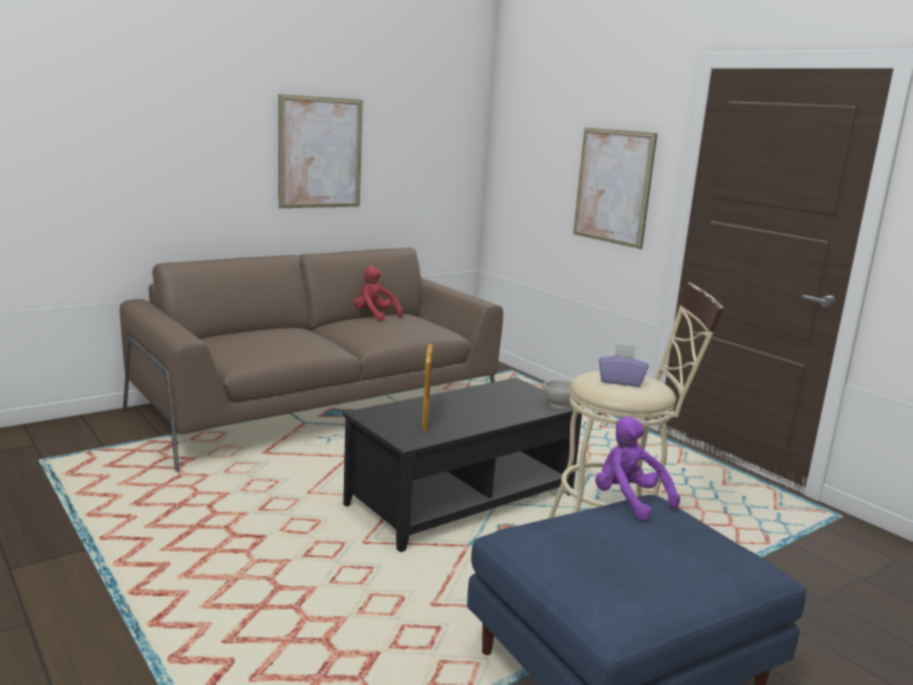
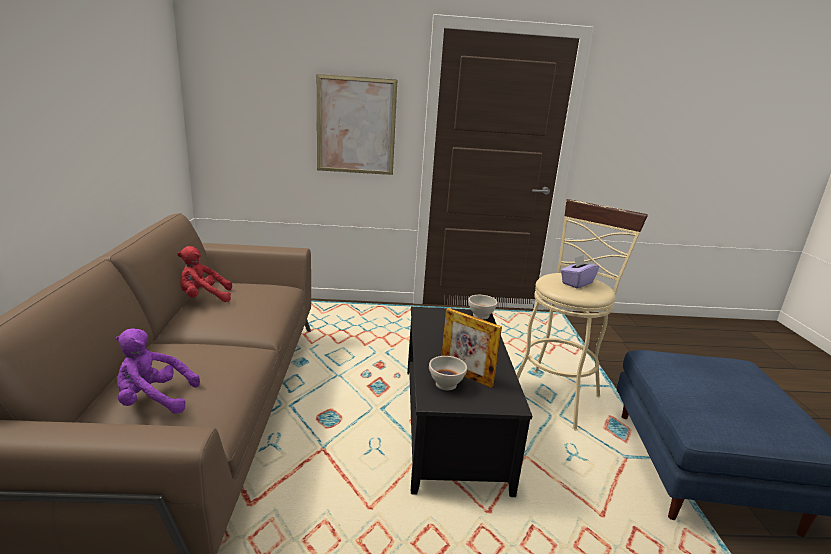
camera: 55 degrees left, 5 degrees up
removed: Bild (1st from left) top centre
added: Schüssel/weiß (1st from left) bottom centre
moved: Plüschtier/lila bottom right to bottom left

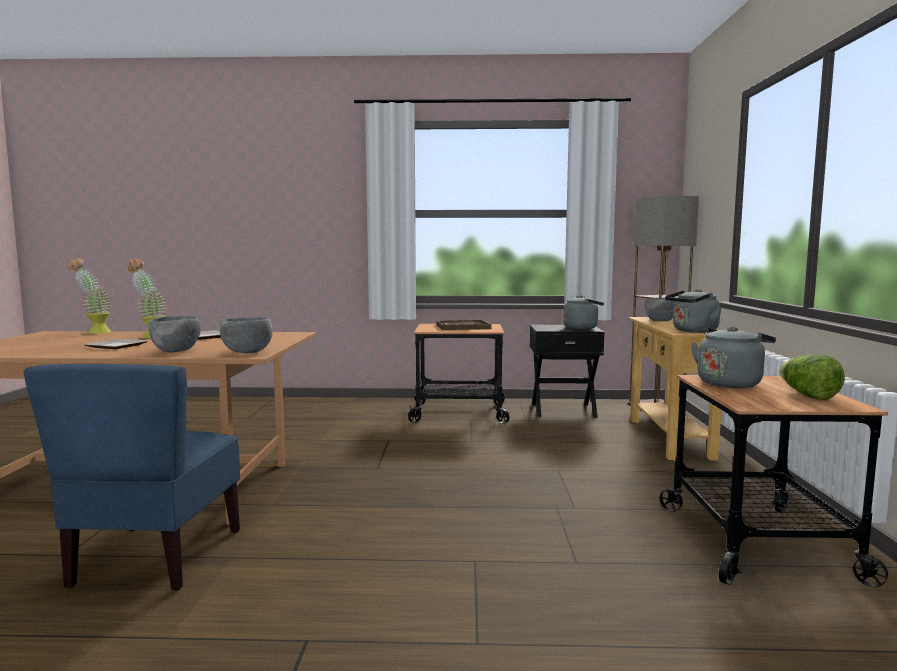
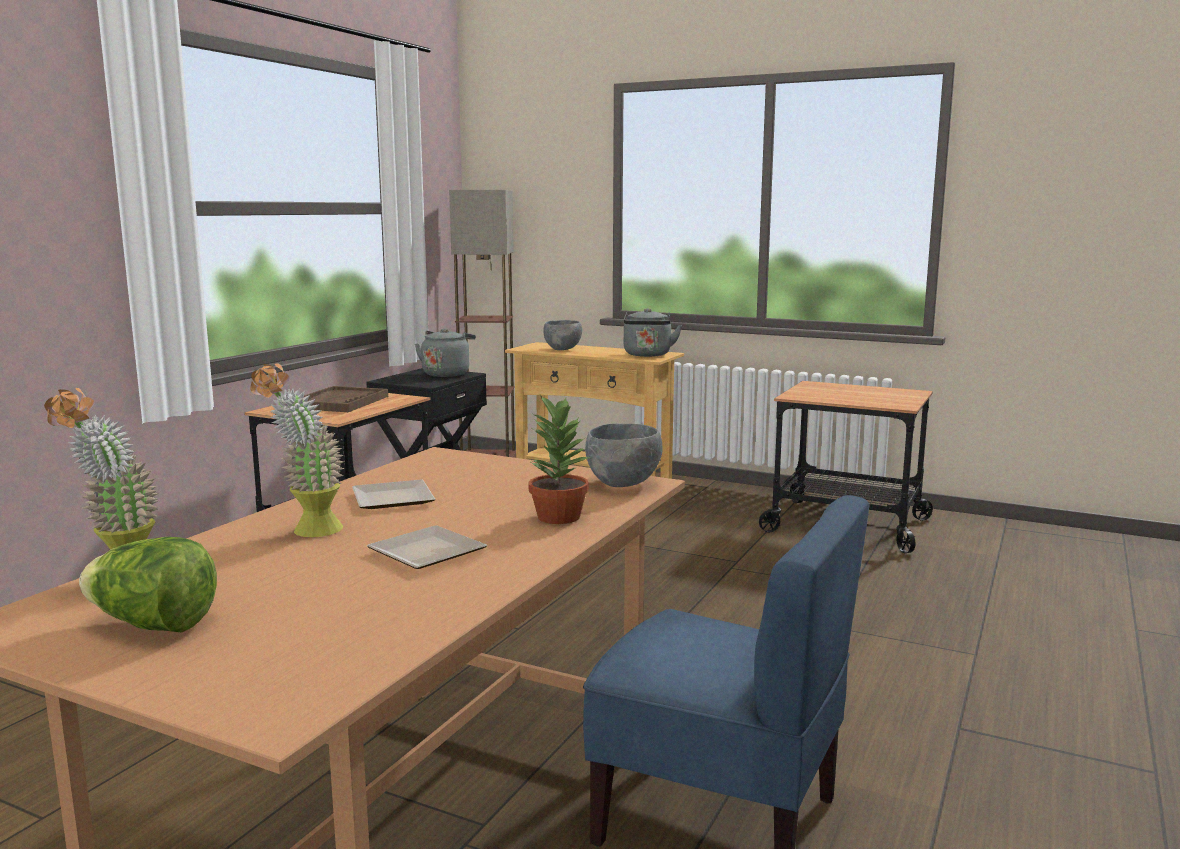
camera: 65 degrees left, 5 degrees up
removed: Wasserkessel/grau (3rd from left) middle right
moved: Salatkopf middle right to bottom left
replaced: Schüssel/grau (1st from left) middle left to Topfpflanze (3rd from left) centre

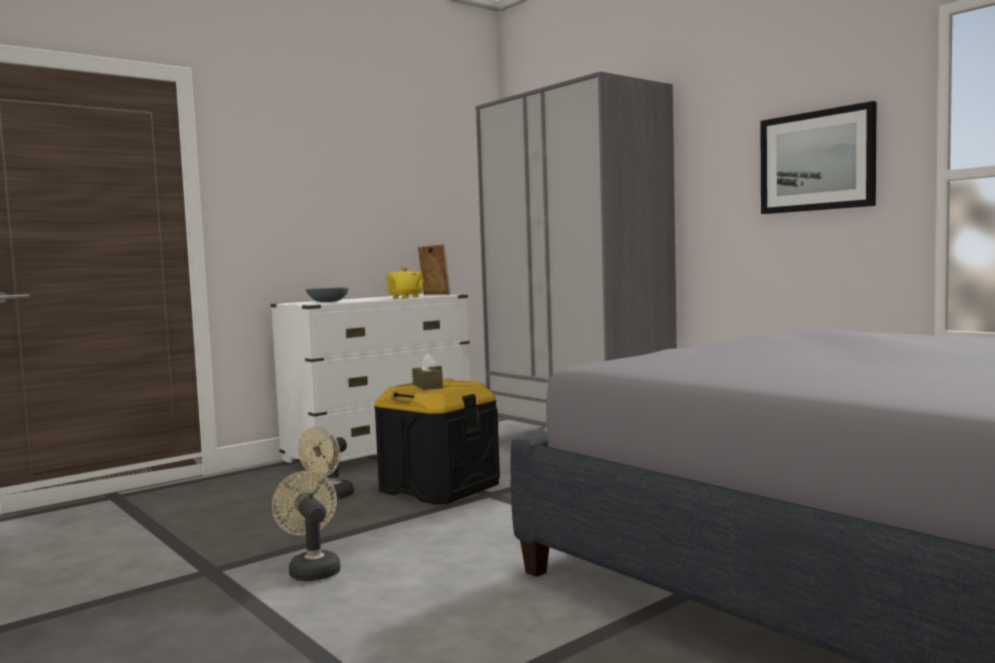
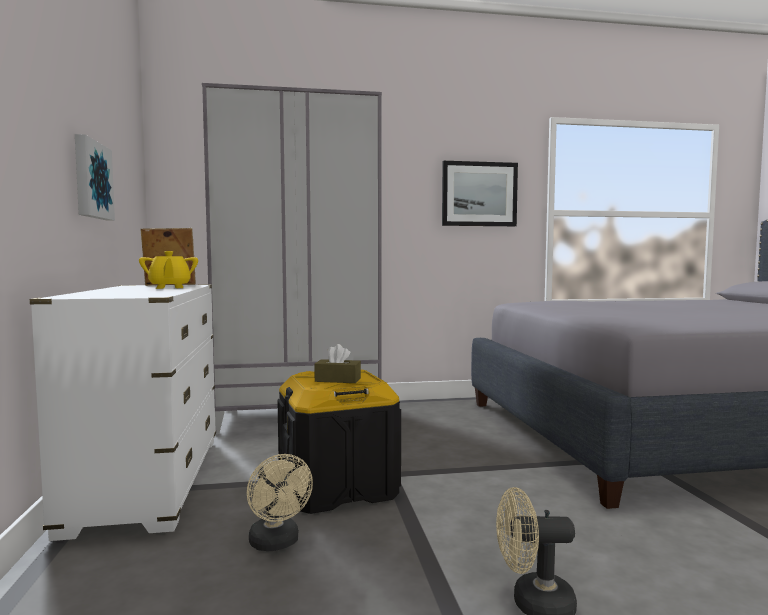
camera: 60 degrees left, 0 degrees up
removed: Schüssel/grau middle left
added: Bild (1st from left) top left

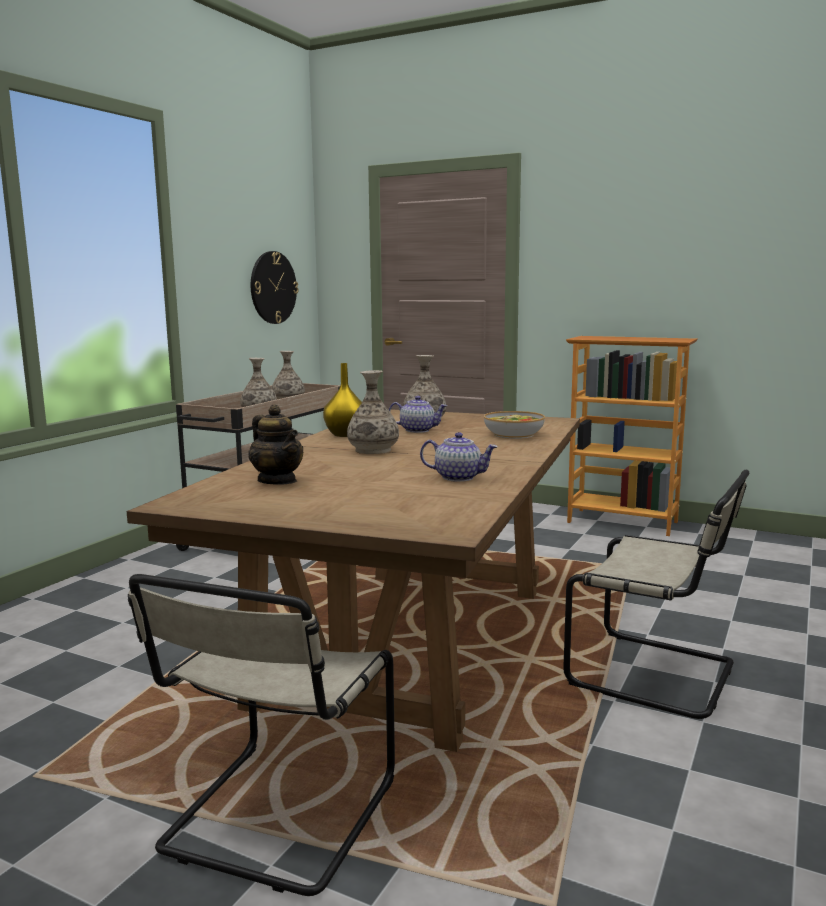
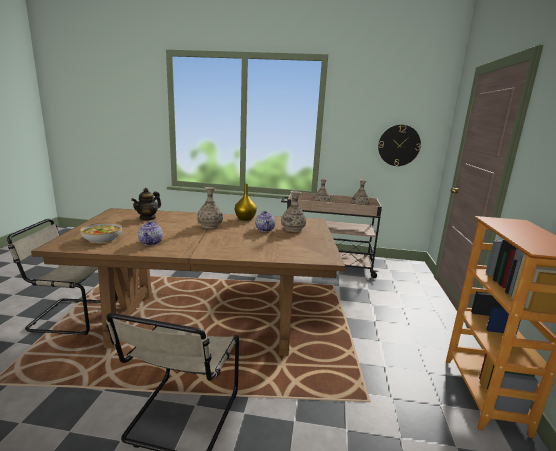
camera: 70 degrees right, 5 degrees up
moved: Schüssel centre to middle left

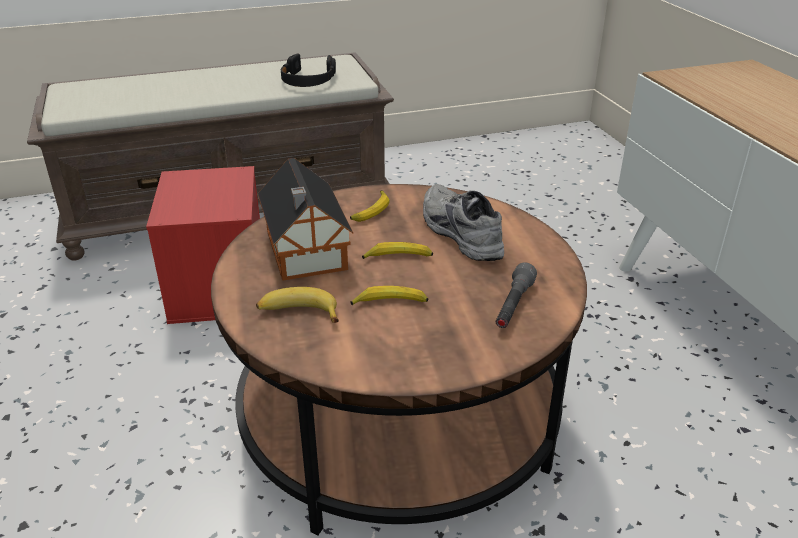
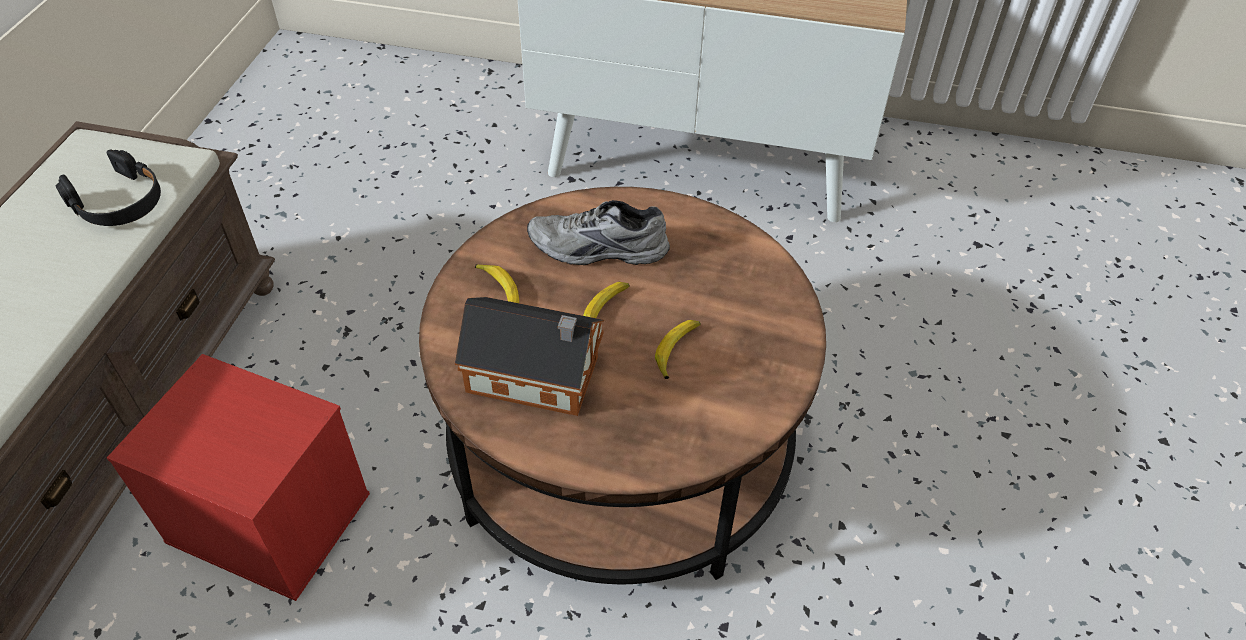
camera: 60 degrees left, 15 degrees up
removed: Banane (1st from left) centre; Taschenlampe/grau centre

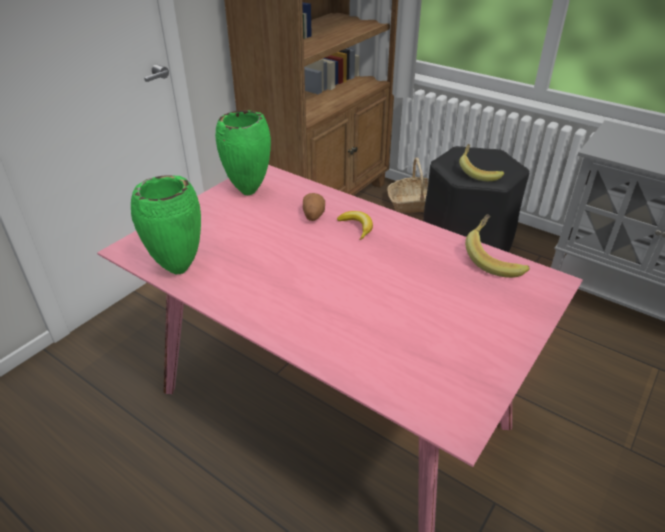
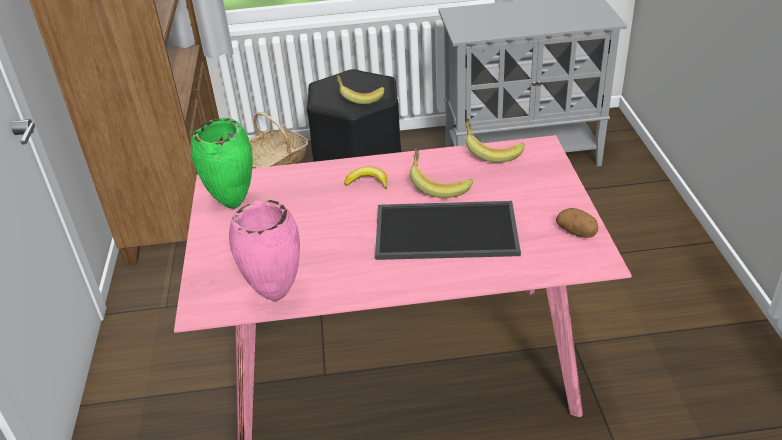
camera: 40 degrees left, 0 degrees up
added: Tablett centre; Banane (3rd from left) centre
moved: Kartoffel centre to middle right
recoloured: Vase/grün (1st from left) middle left to Vase/rosa centre

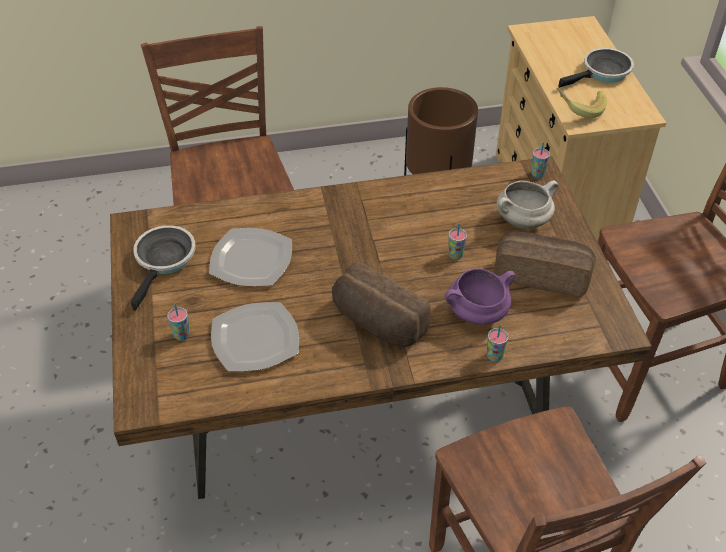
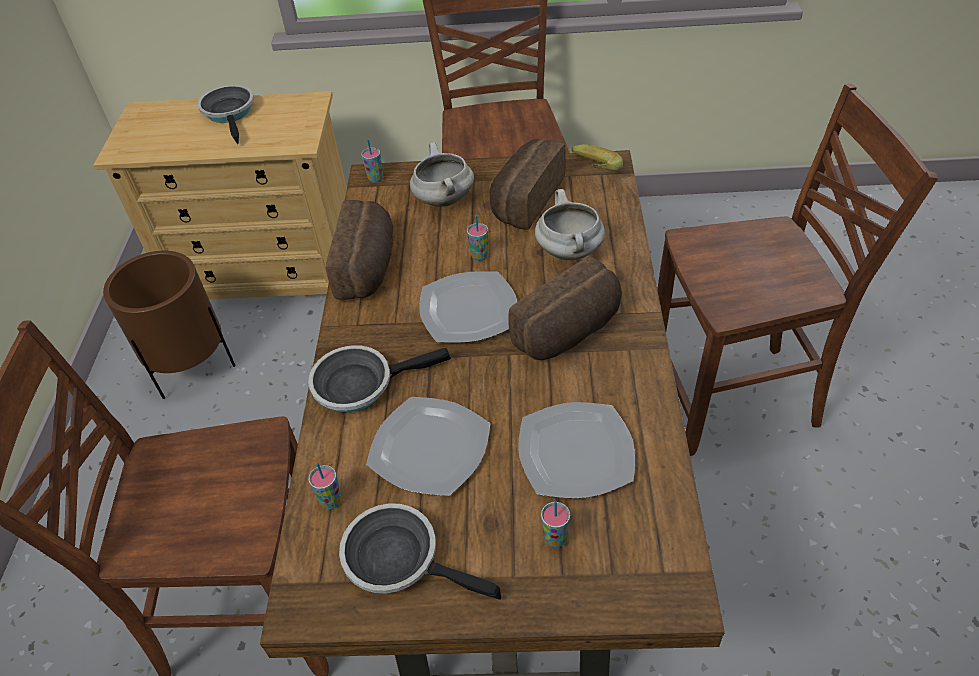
camera: 75 degrees left, 0 degrees up
added: Pfanne (2nd from left) centre; Brot (1st from left) centre; Teller (2nd from left) centre
moved: Tasse (3rd from left in the first image) middle right to Tasse (1st from left) bottom left; Banane top right to top centre
recoloured: Kochtopf/lila centre to Kochtopf/weiß (2nd from left) top centre

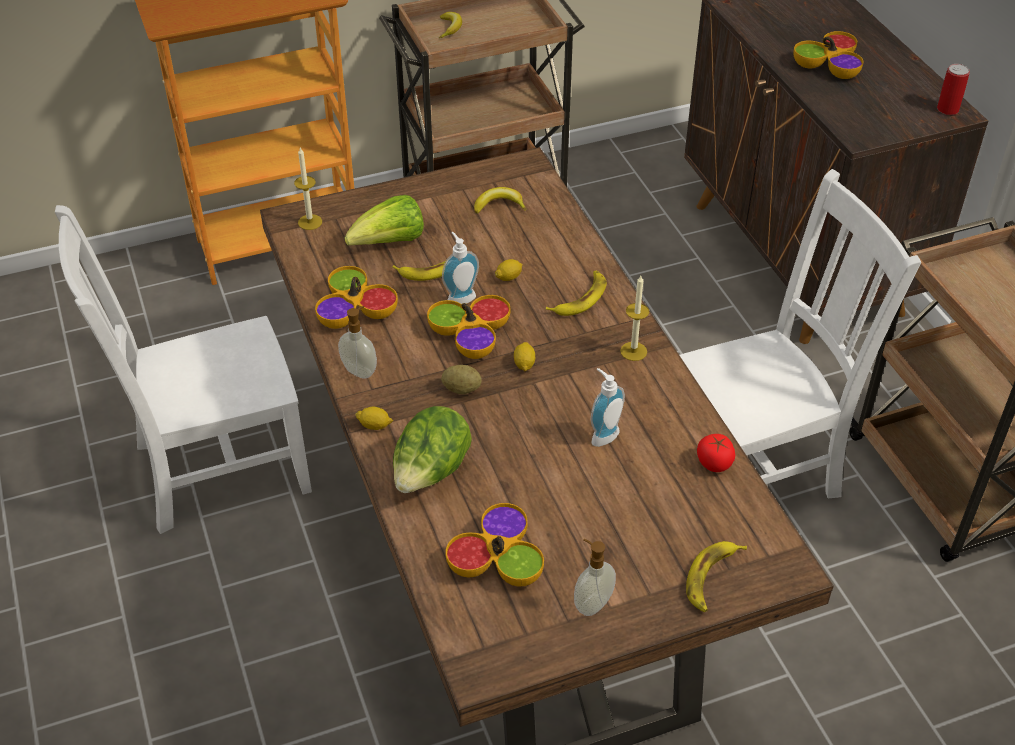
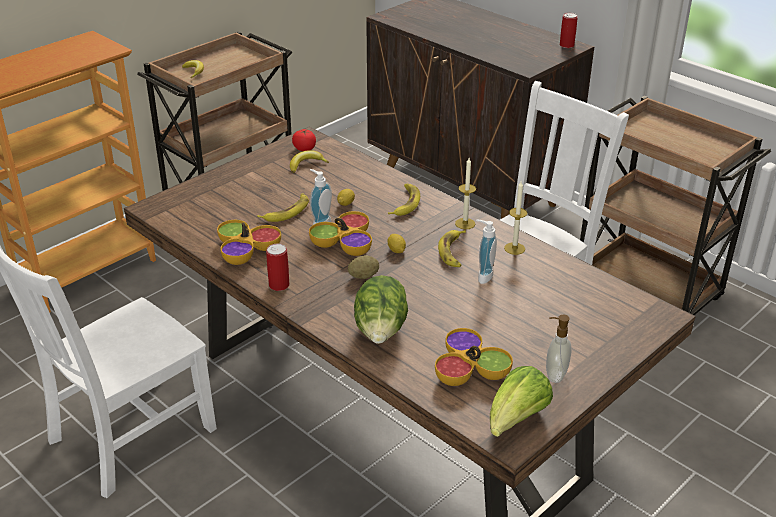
camera: 25 degrees left, 10 degrees down
removed: Zitrone (1st from left) centre; Schüssel (4th from left) top right
moved: Tomate middle right to top centre; Banane (5th from left) bottom right to centre; Salatkopf (1st from left in the first image) top centre to Salatkopf (2nd from left) bottom right; Kerze (1st from left in the first image) top left to Kerze (2nd from left) centre
replaced: Seifenspender (1st from left) centre to Dose (1st from left) centre

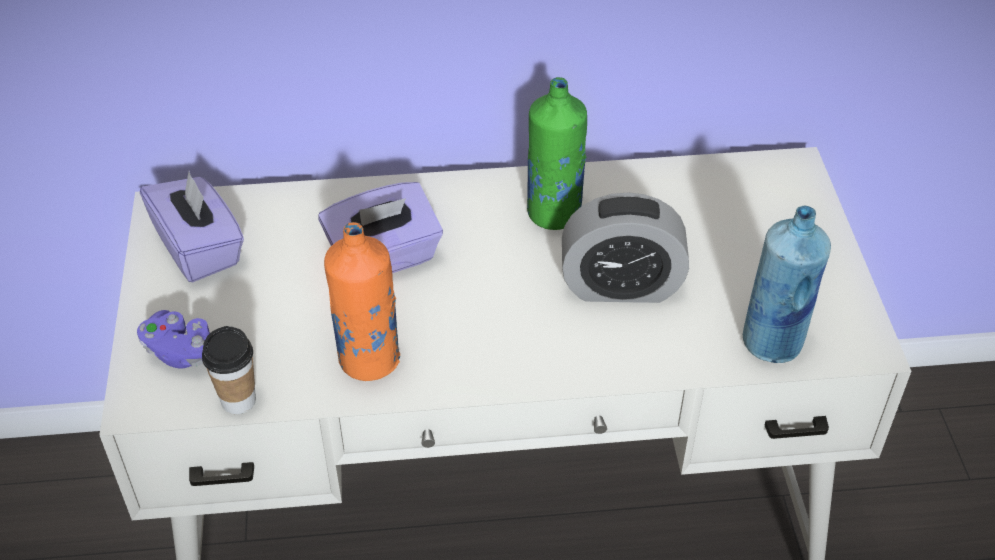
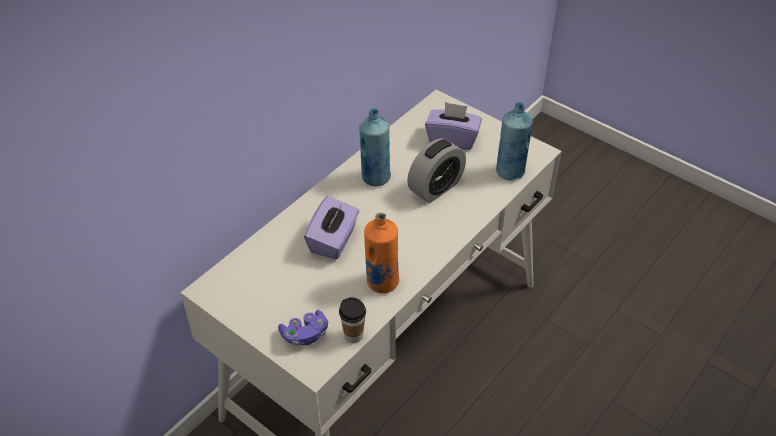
camera: 45 degrees left, 0 degrees up
moved: Taschentuchbox/lila (1st from left in the first image) middle left to Taschentuchbox/lila (2nd from left) top centre
recoloured: Flasche/grün top centre to Flasche/blau (1st from left) centre

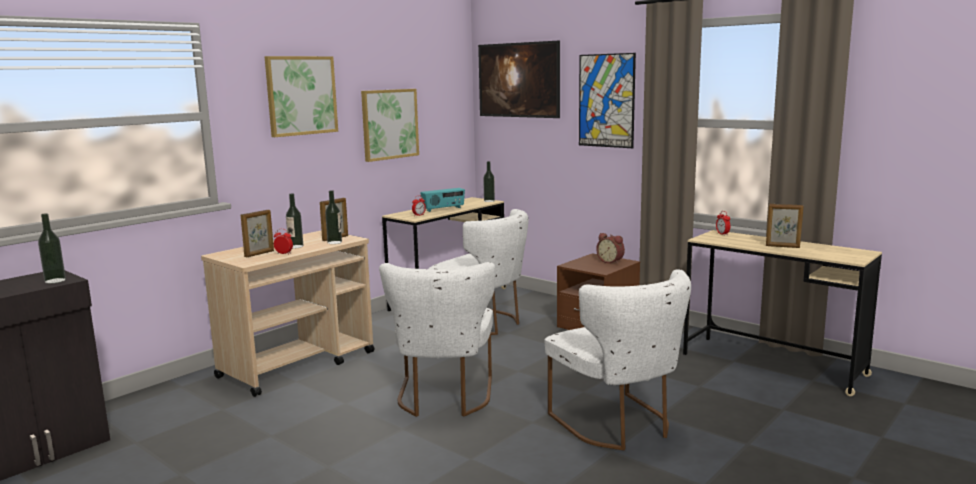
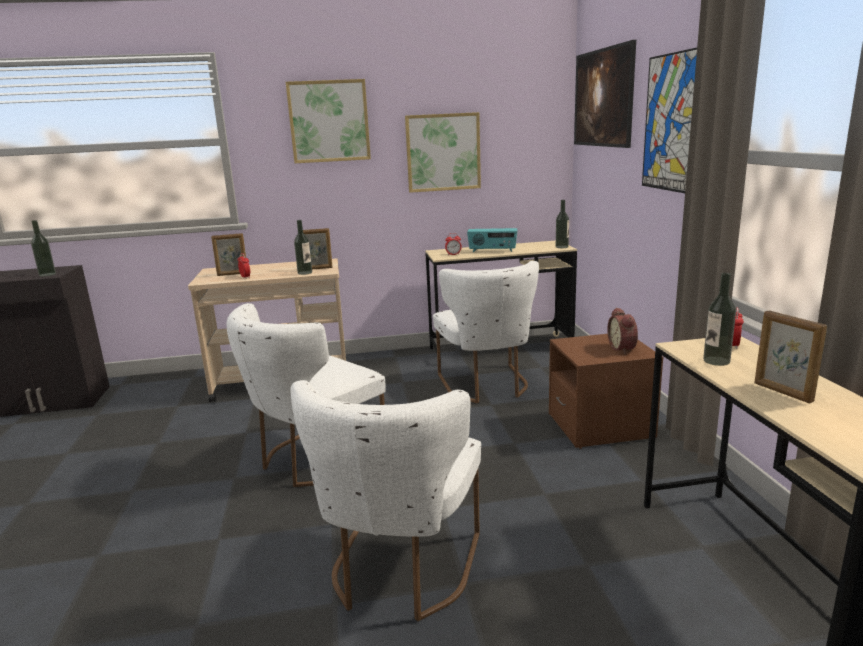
camera: 40 degrees right, 5 degrees up
moved: Flasche (2nd from left in the first image) middle left to Flasche (4th from left) middle right

